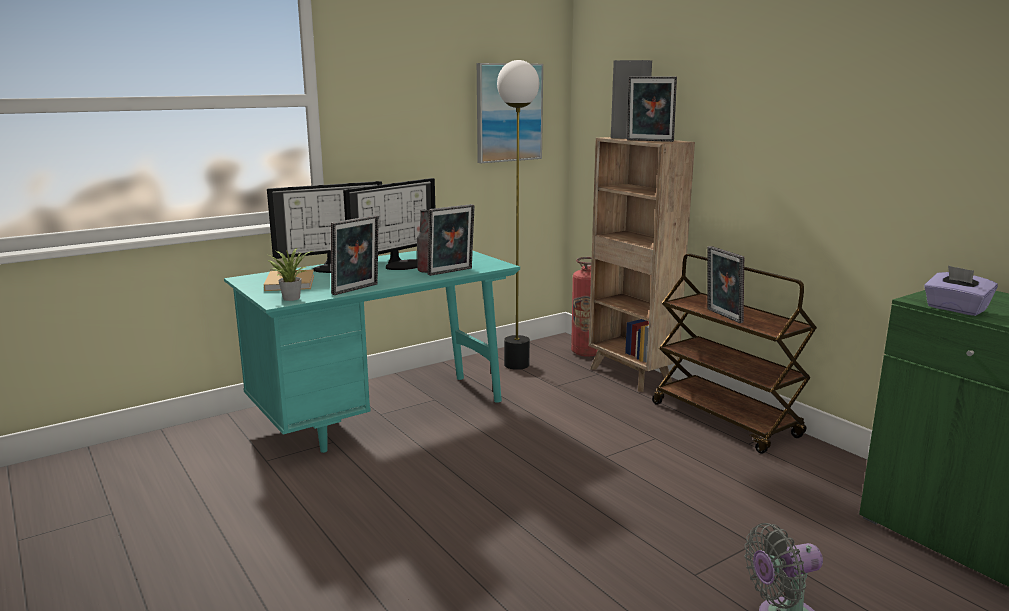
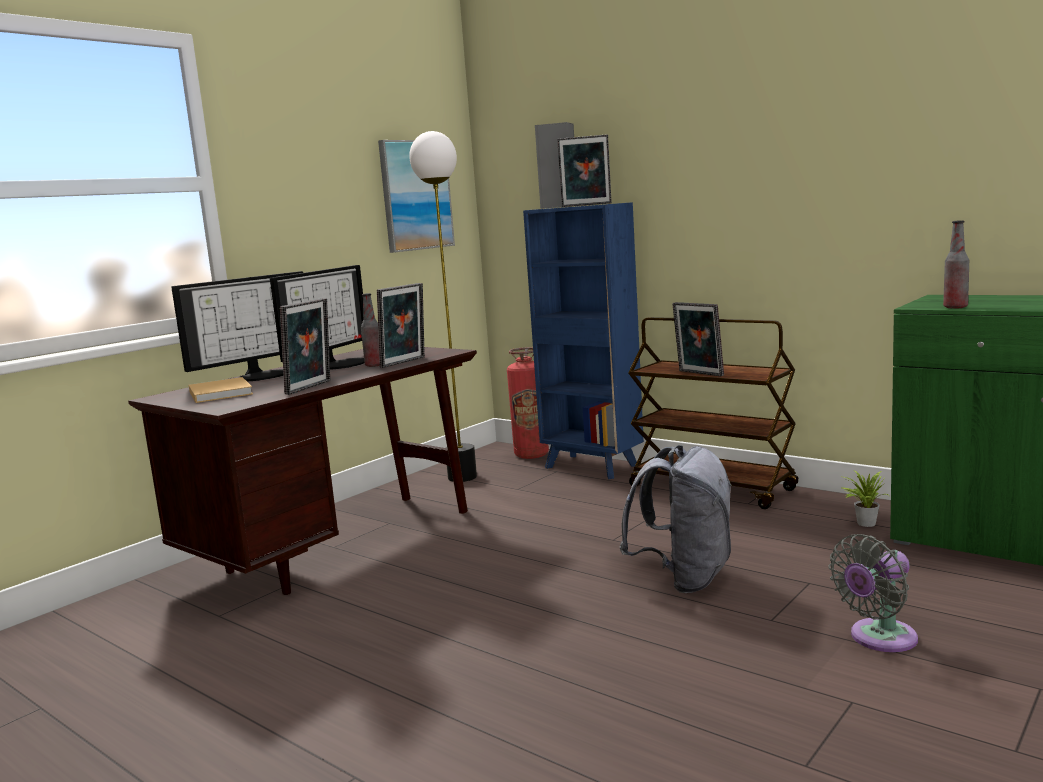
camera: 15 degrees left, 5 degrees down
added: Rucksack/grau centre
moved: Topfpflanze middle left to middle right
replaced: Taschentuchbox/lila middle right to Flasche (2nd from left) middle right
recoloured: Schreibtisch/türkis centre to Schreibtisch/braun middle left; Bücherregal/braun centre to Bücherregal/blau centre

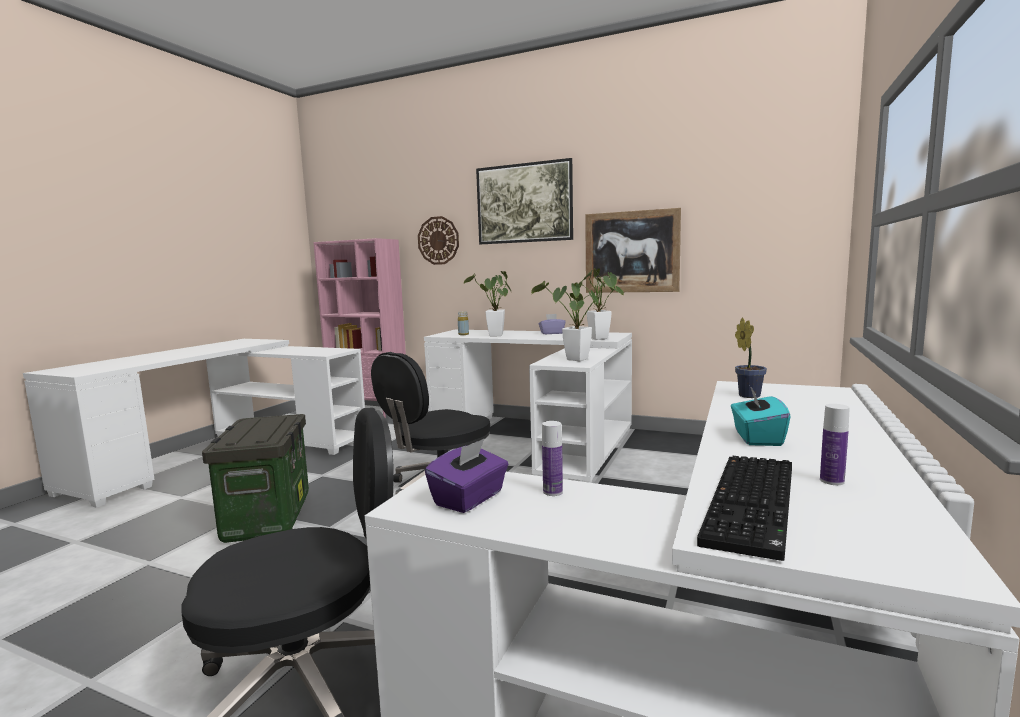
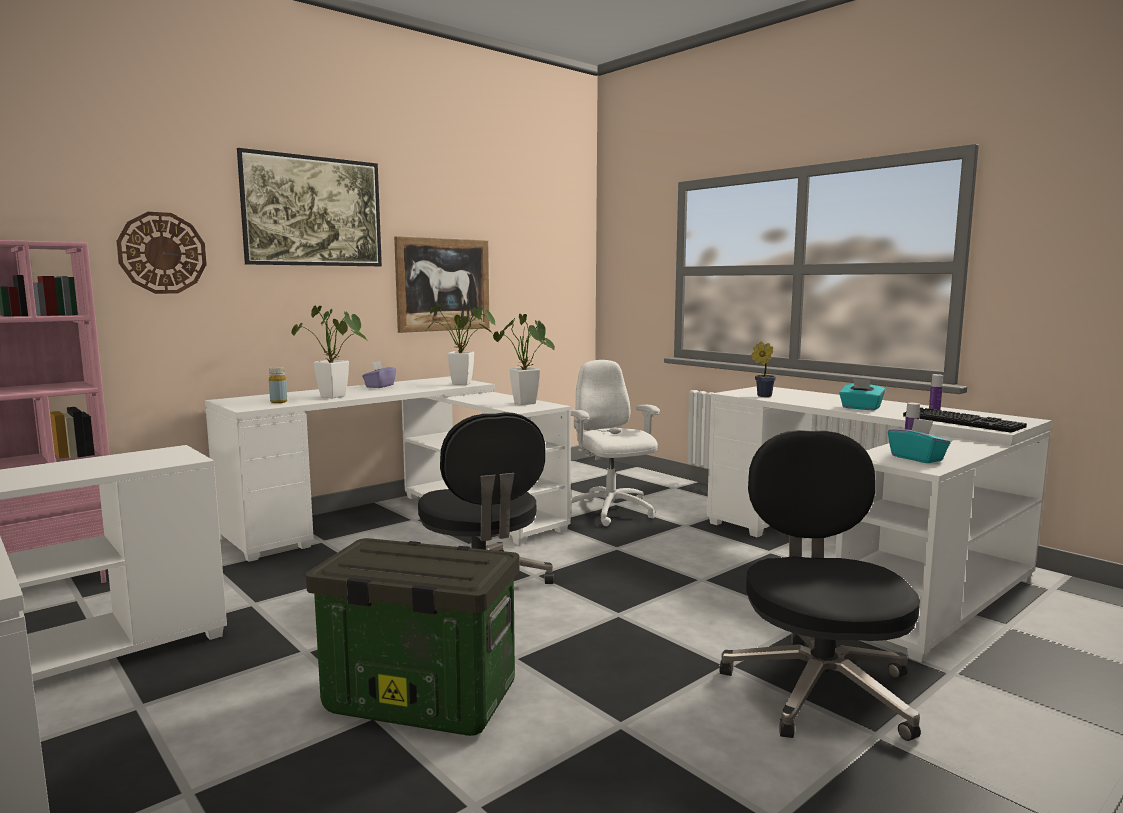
camera: 65 degrees left, 0 degrees up
added: Bürostuhl/weiß centre
recoloured: Taschentuchbox/lila (1st from left) centre to Taschentuchbox/türkis (2nd from left) middle right

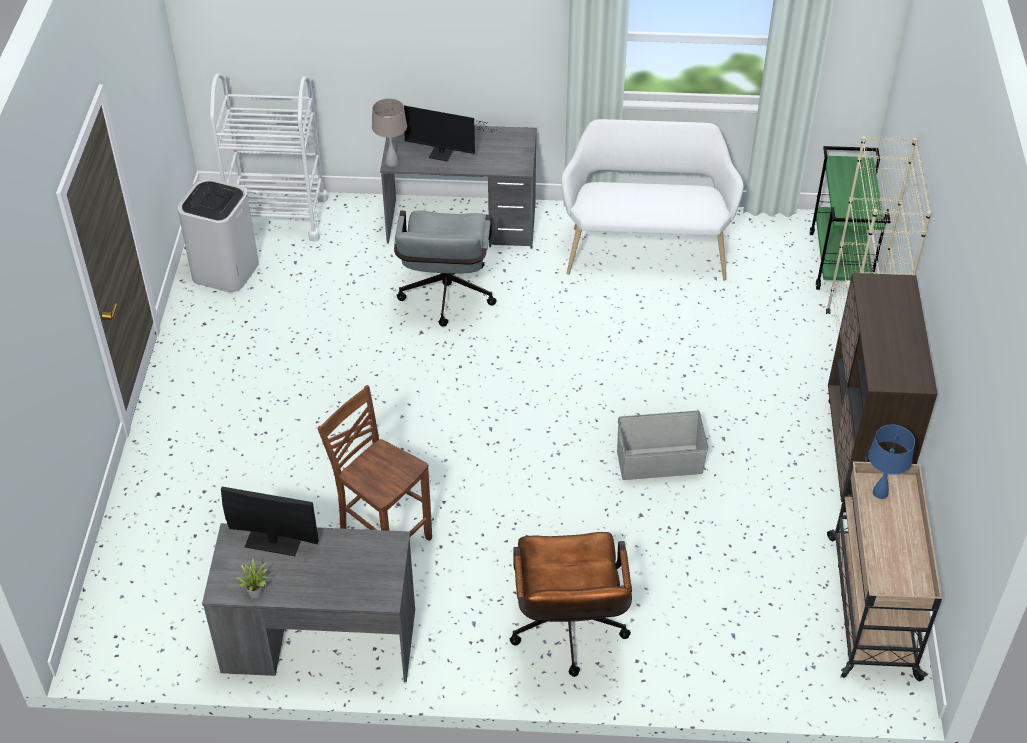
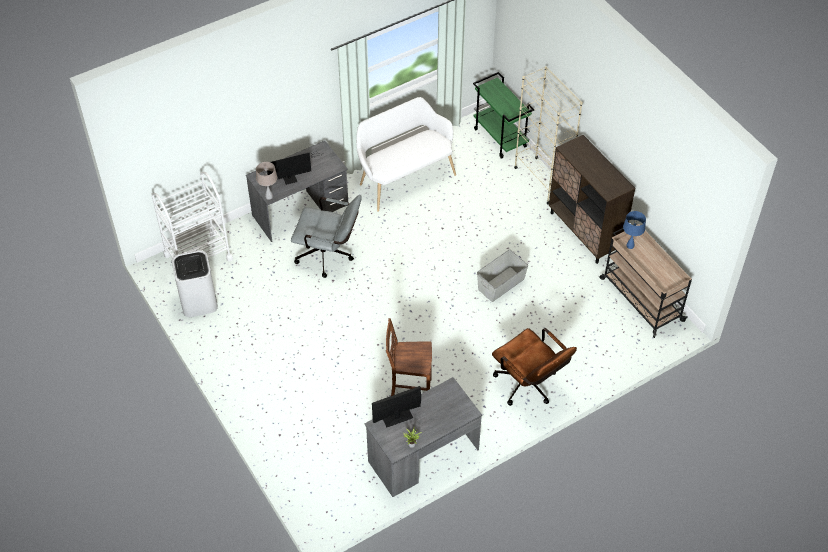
camera: 35 degrees left, 5 degrees up
turned: Bürostuhl/grau centre = centre 45 degrees counterclockwise

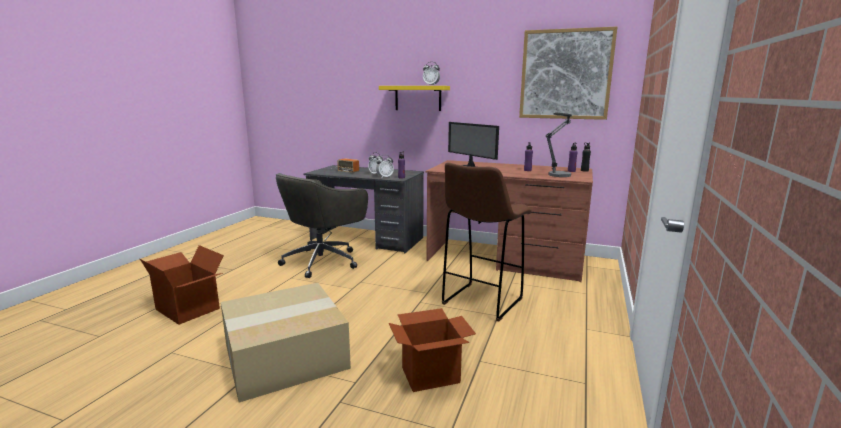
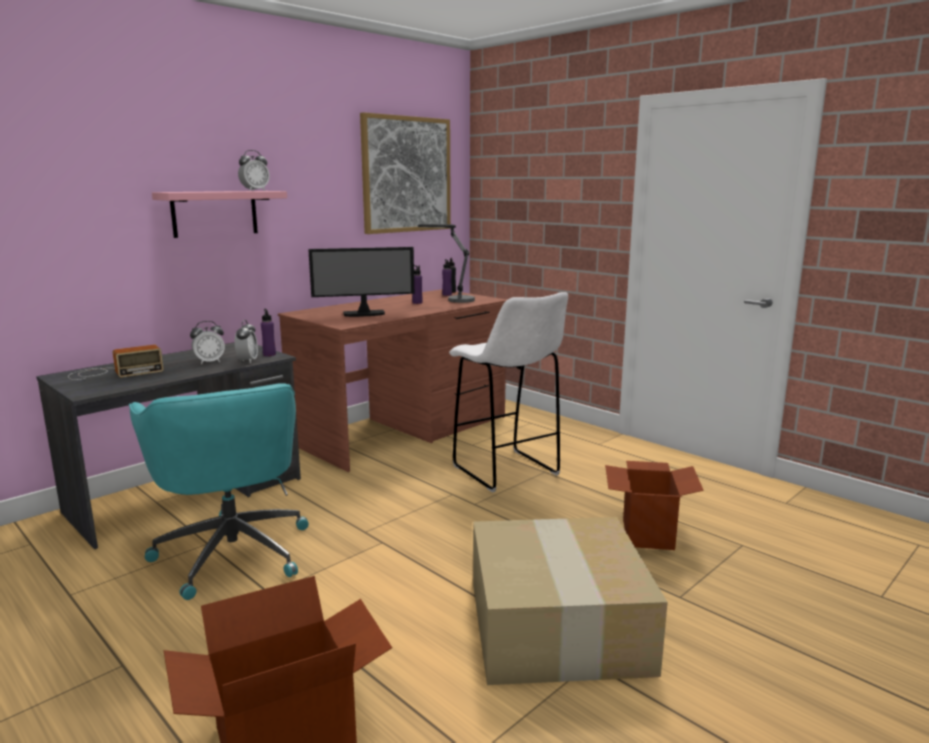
camera: 65 degrees left, 0 degrees up
recoloured: Bürostuhl/grau centre to Bürostuhl/türkis middle left; Wandregal/gelb top centre to Wandregal/rosa top left; Hocker/braun centre to Hocker/weiß centre

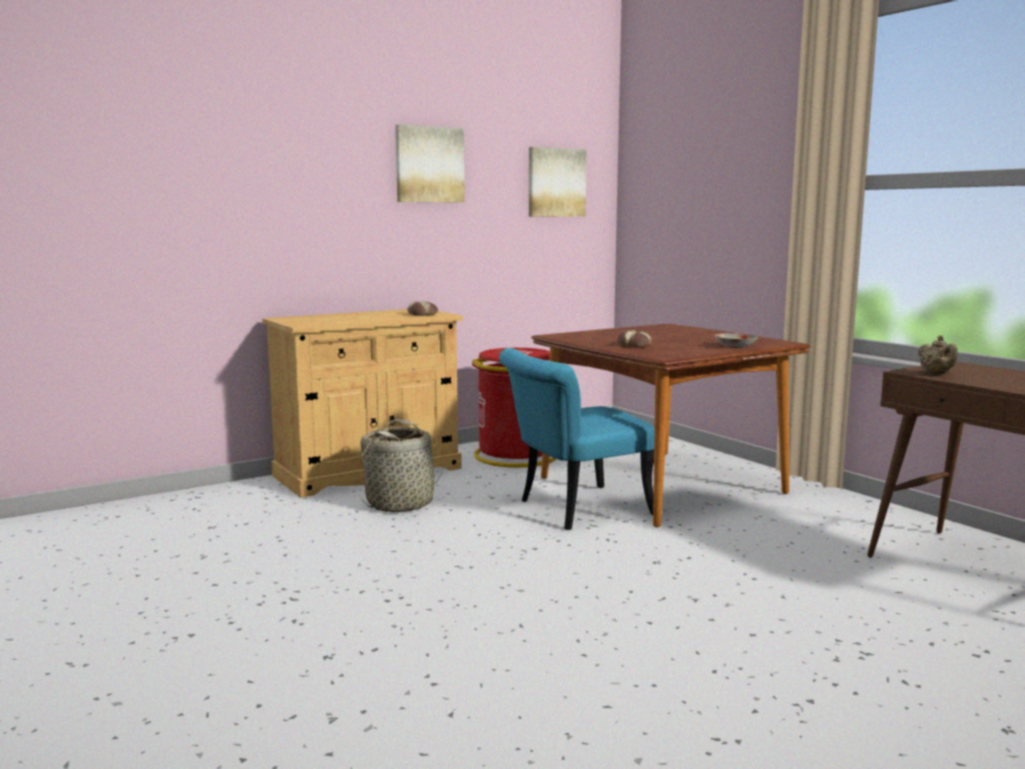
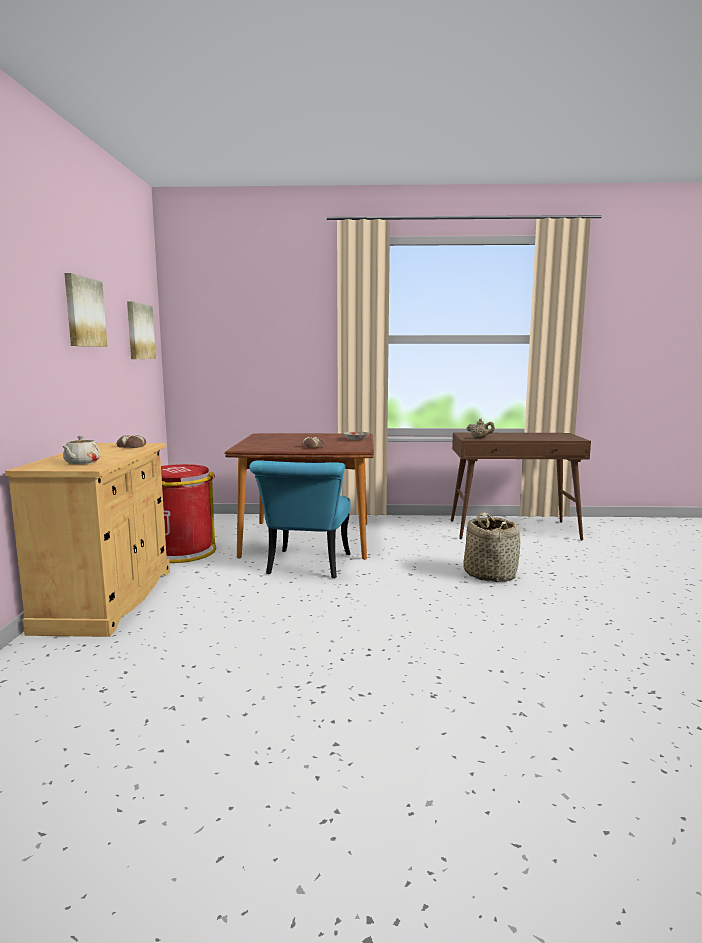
camera: 55 degrees left, 0 degrees up
added: Teekanne/beige (1st from left) middle left
moved: Korb centre to middle right

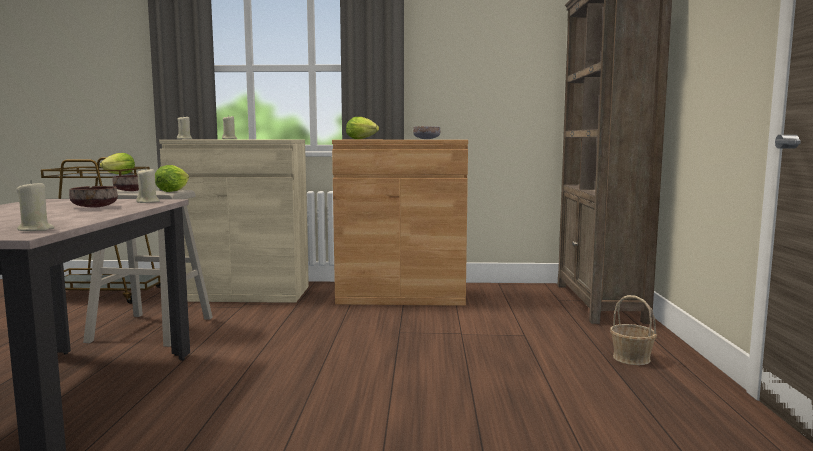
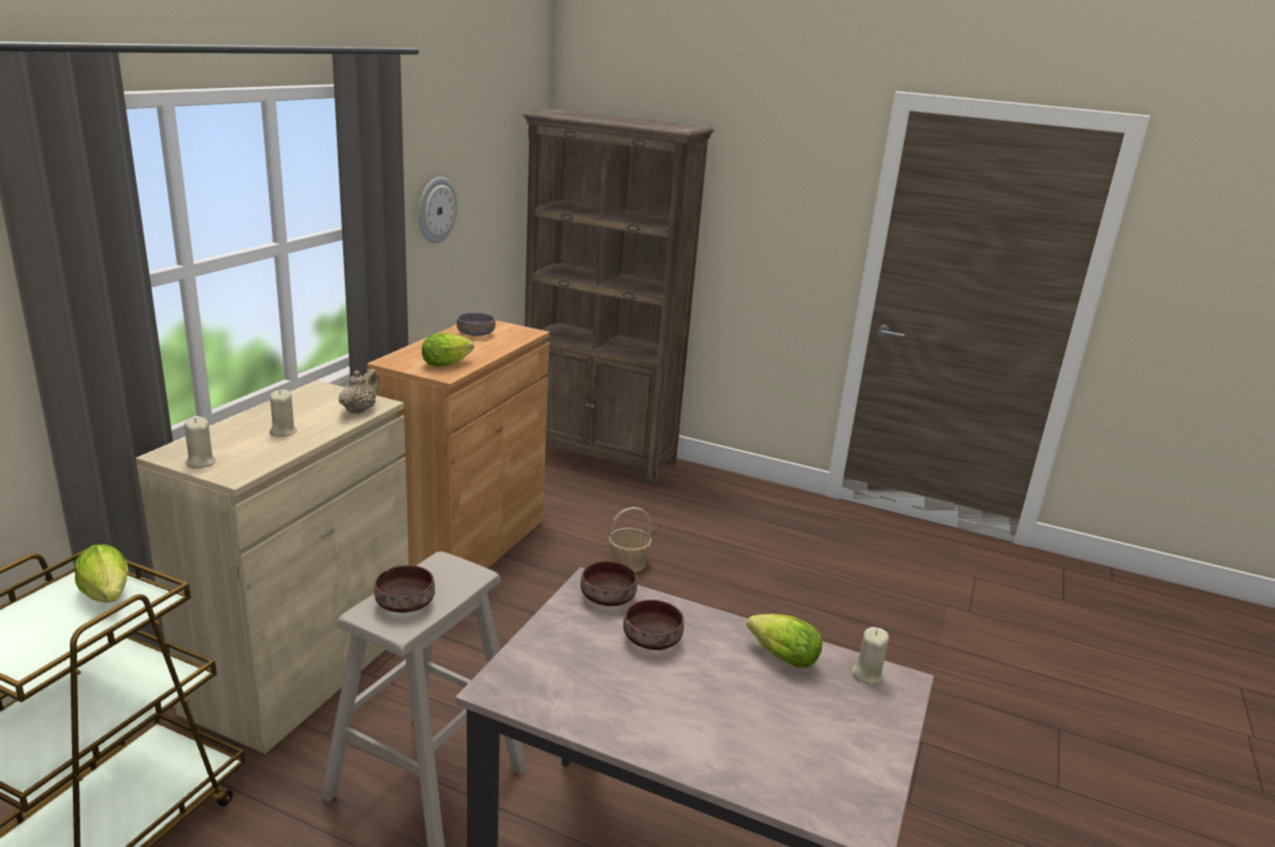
camera: 70 degrees left, 15 degrees up
added: Teekanne/beige middle left; Wanduhr top centre
moved: Korb bottom right to centre; Salatkopf (2nd from left in the first image) middle left to Salatkopf (3rd from left) bottom centre
replaced: Kerze/beige (2nd from left) middle left to Schüssel/braun (2nd from left) bottom centre

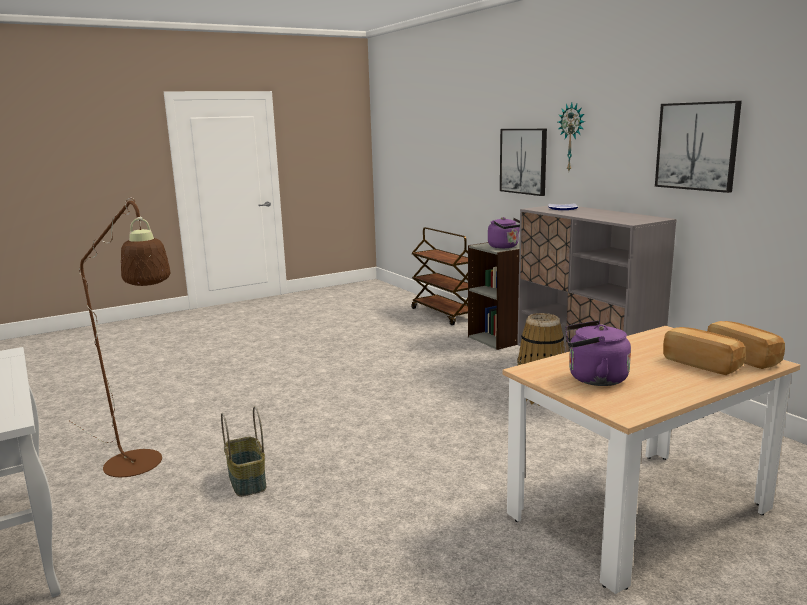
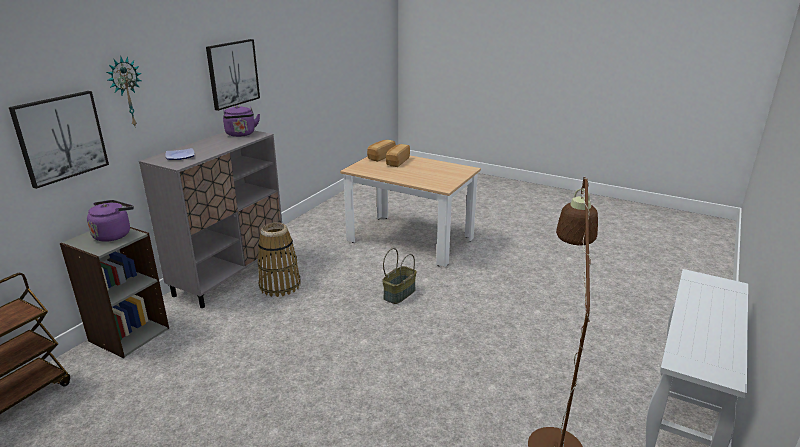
camera: 120 degrees left, 10 degrees up
moved: Wasserkessel/lila (2nd from left) middle right to top left; Korb (1st from left in the first image) bottom left to Korb (2nd from left) centre

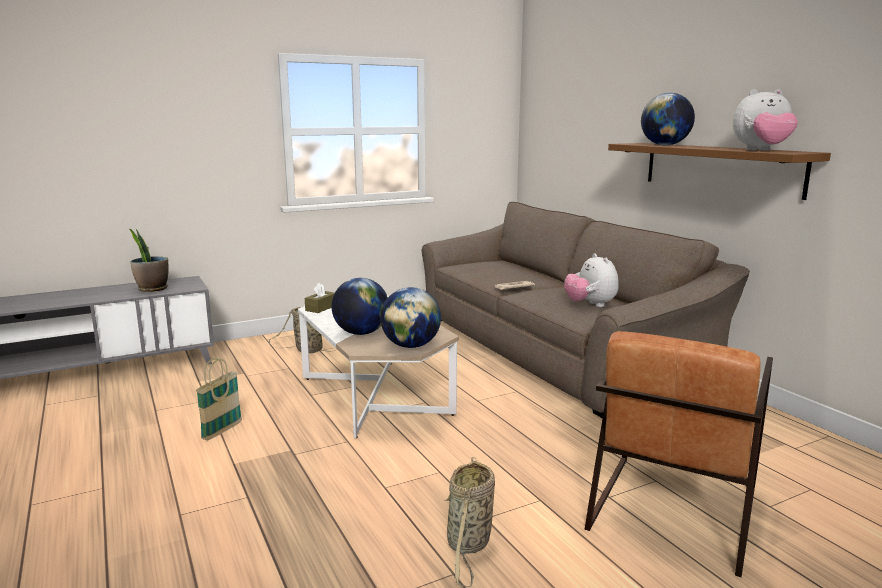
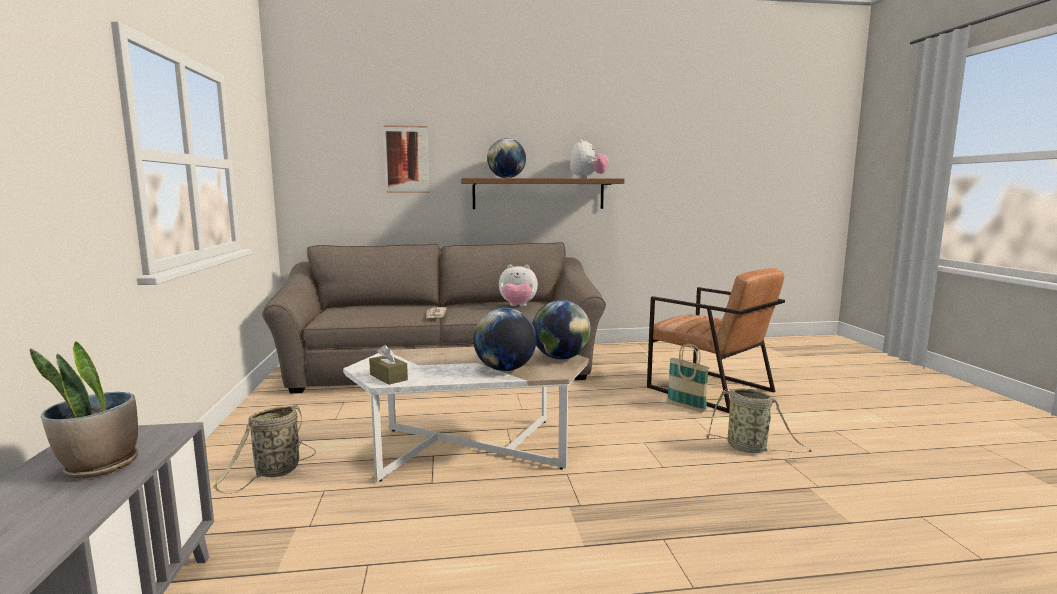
camera: 70 degrees left, 5 degrees down
added: Bild top centre
moved: Korb (1st from left in the first image) bottom left to Korb (2nd from left) centre

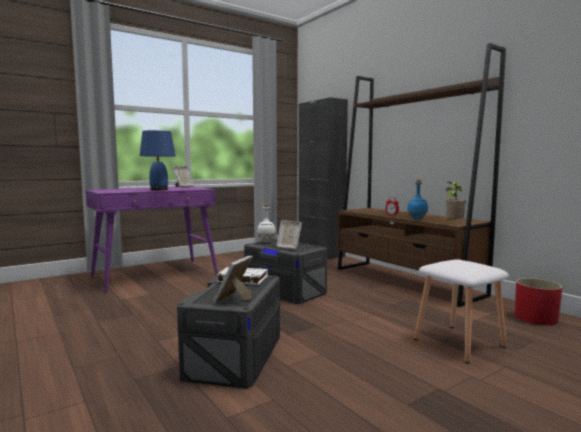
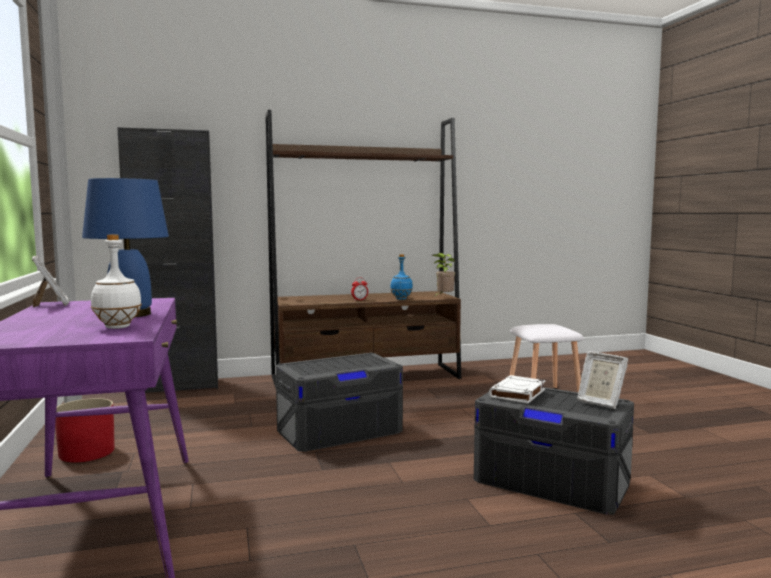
camera: 70 degrees left, 0 degrees up
removed: Bilderrahmen (3rd from left) centre
moved: Pflanzkübel/rot bottom right to bottom left; Flasche/weiß centre to middle left

